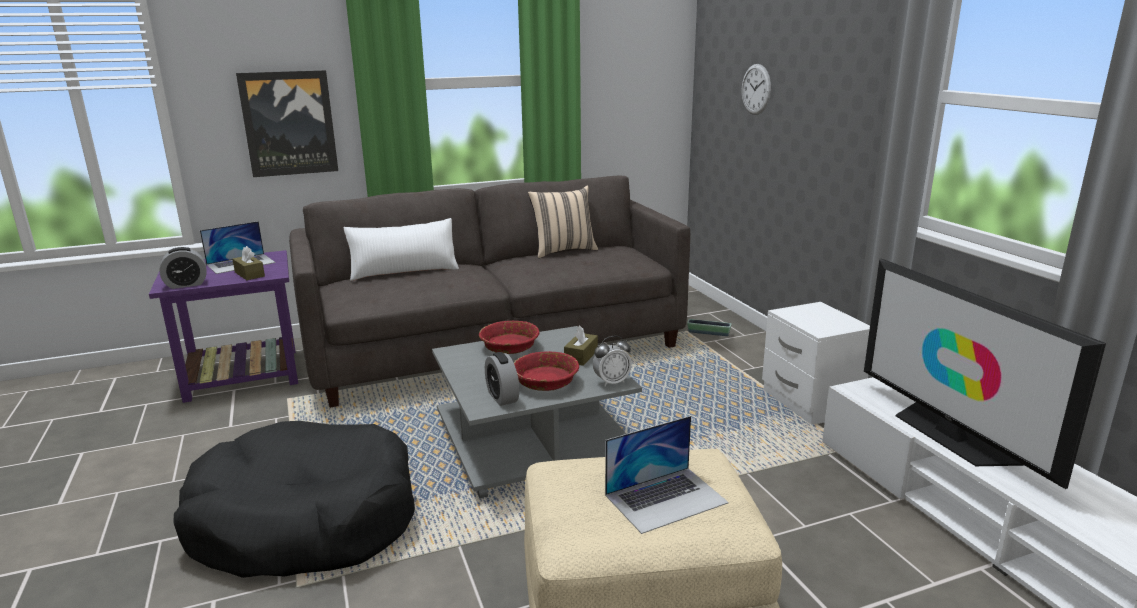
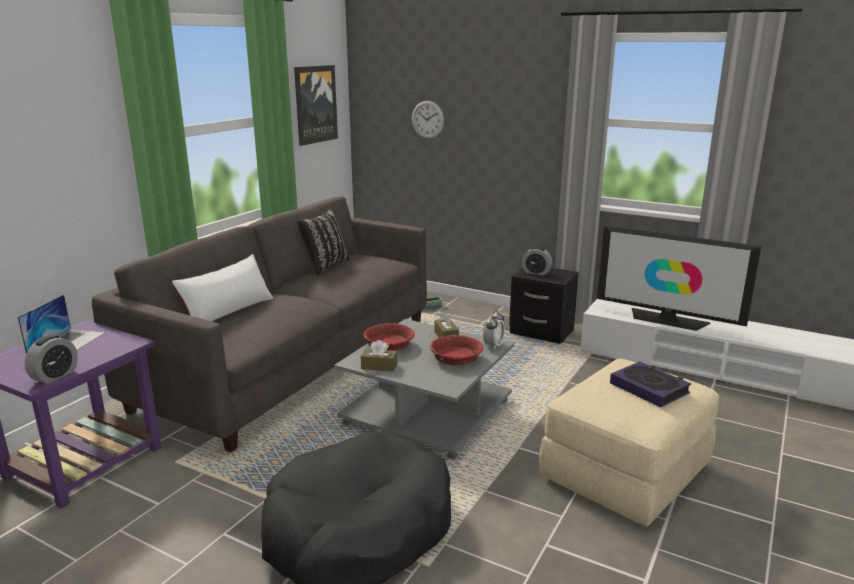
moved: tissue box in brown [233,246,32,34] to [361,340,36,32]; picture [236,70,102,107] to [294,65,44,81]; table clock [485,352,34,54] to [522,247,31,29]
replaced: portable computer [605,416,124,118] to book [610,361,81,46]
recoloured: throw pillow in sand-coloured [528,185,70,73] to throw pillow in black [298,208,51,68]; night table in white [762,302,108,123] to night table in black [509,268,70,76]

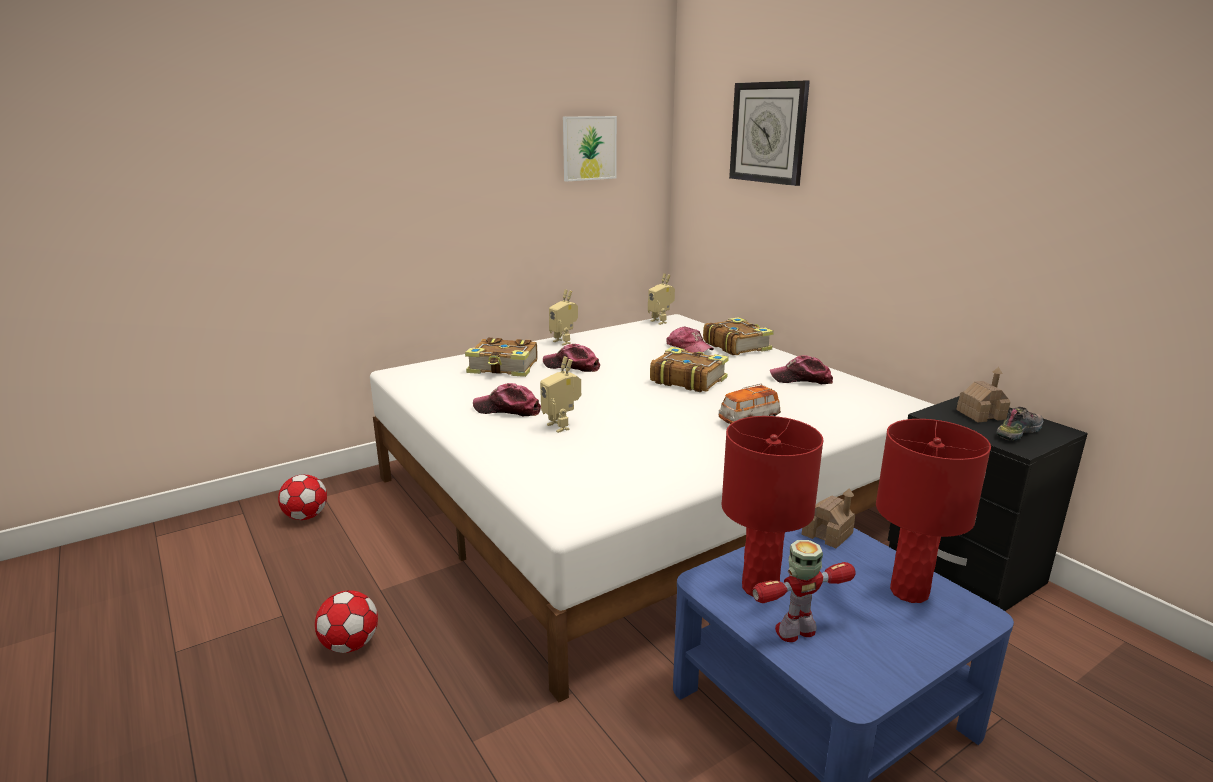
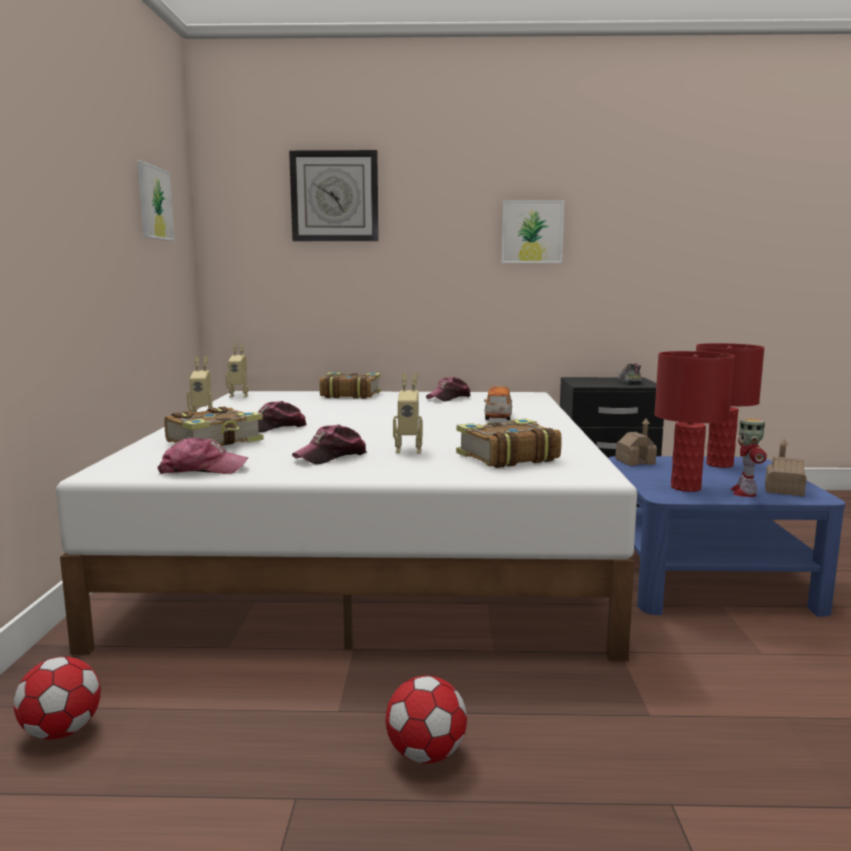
added: picture [502,200,62,63]
moved: book [650,347,79,45] to [456,419,106,49]; baseball cap [666,326,48,27] to [157,437,91,37]; miniature house [956,367,54,55] to [765,439,42,57]

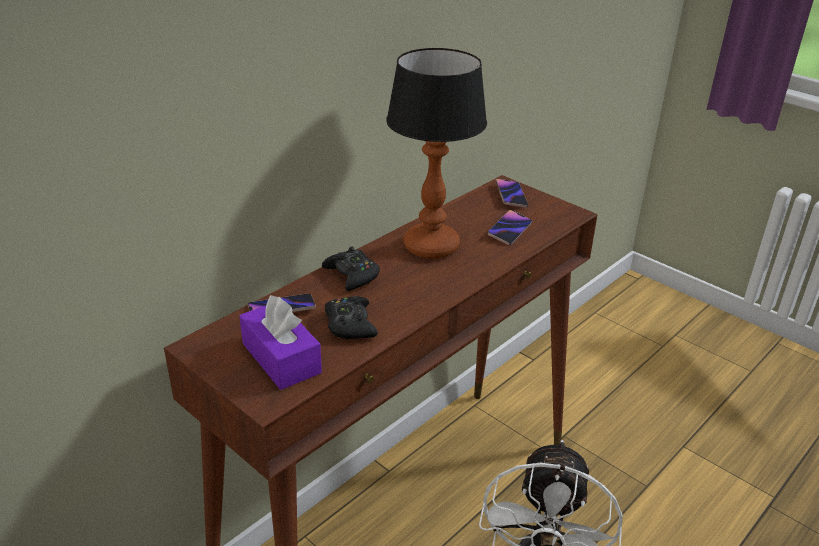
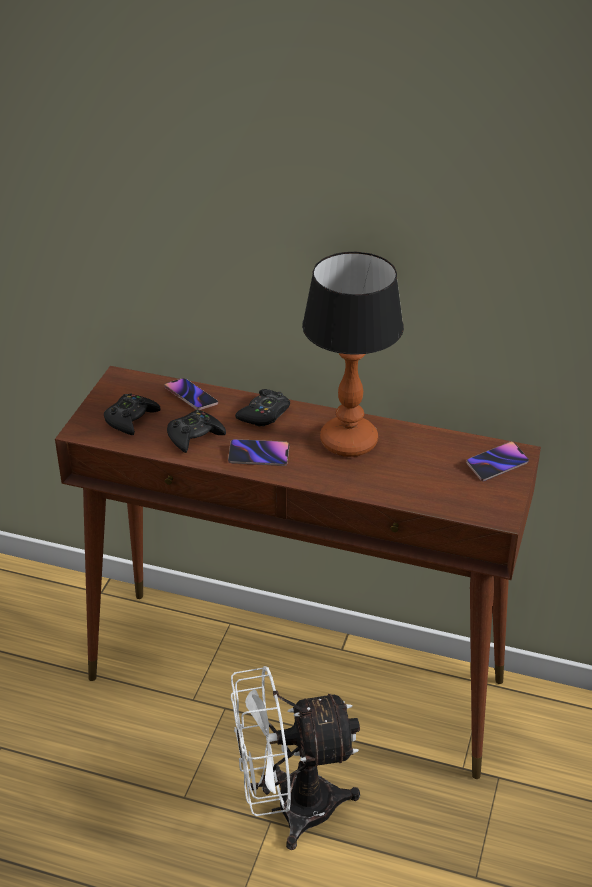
moved: phone [488,210,44,36] to [228,439,61,27]
replaced: tissue box in purple [239,295,83,95] to game controller in black [104,394,57,41]

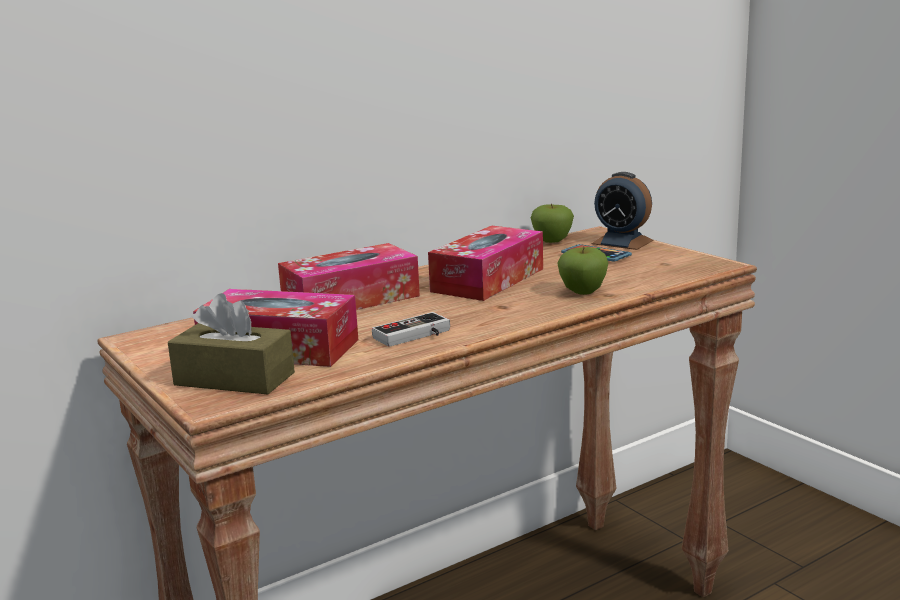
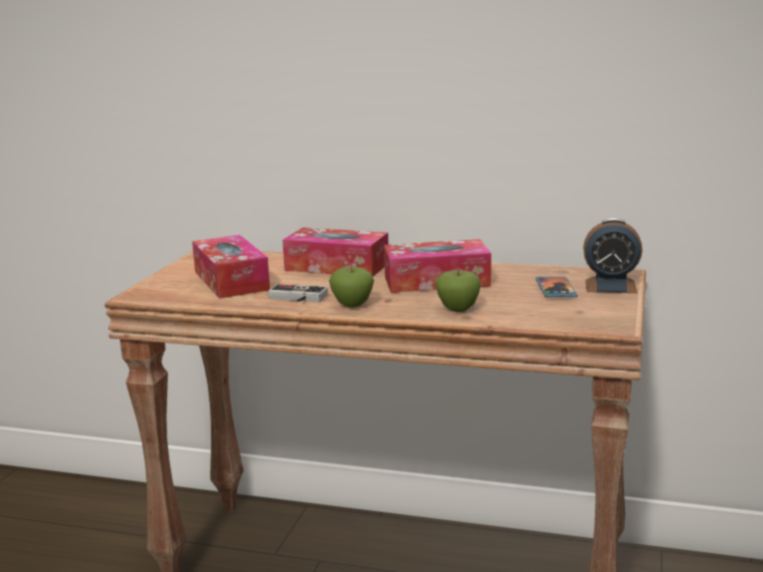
removed: tissue box in brown [168,293,127,102]
moved: apple fruit [531,203,43,40] to [329,267,45,40]
turned: table clock [592,172,61,78] = [583,218,59,75] 75 degrees counterclockwise

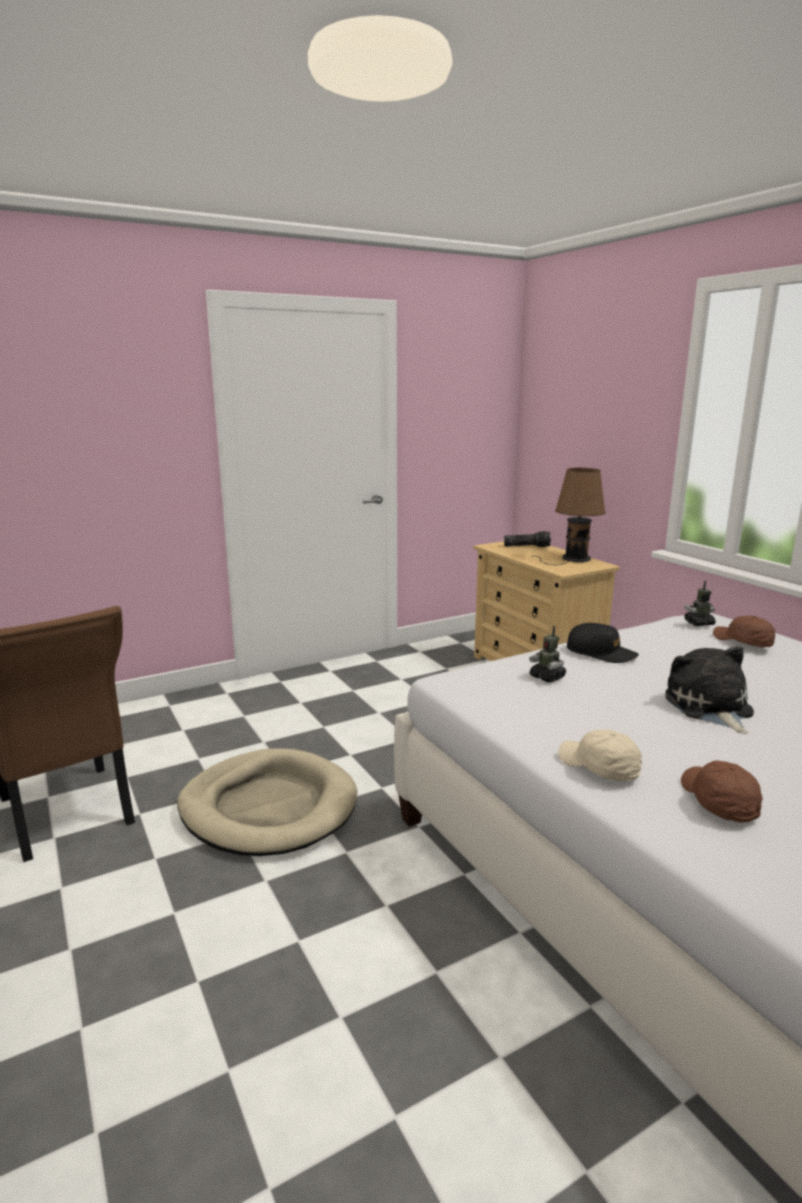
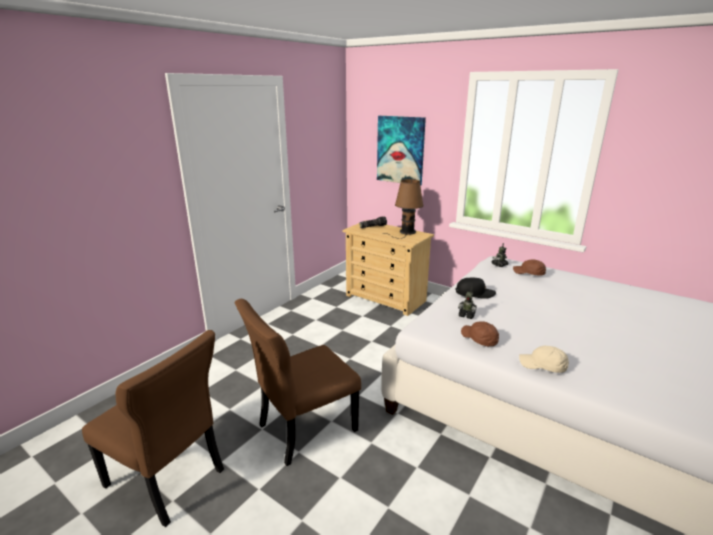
removed: cuddly toy [665,646,89,88]
added: picture [377,116,49,70]
moved: baseball cap in brown [681,761,81,62] to [461,321,38,25]
replaced: dog cushion in sand-coloured [177,748,180,108] to plain chair in brown [235,299,126,167]

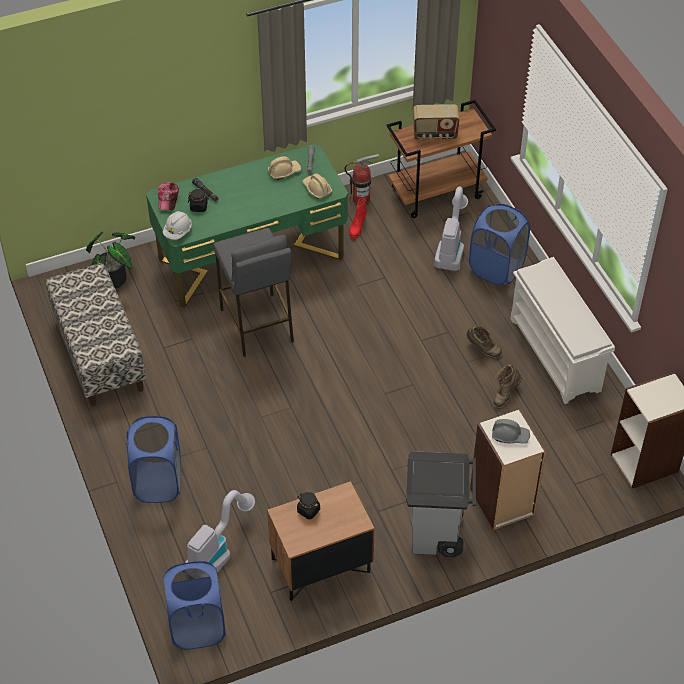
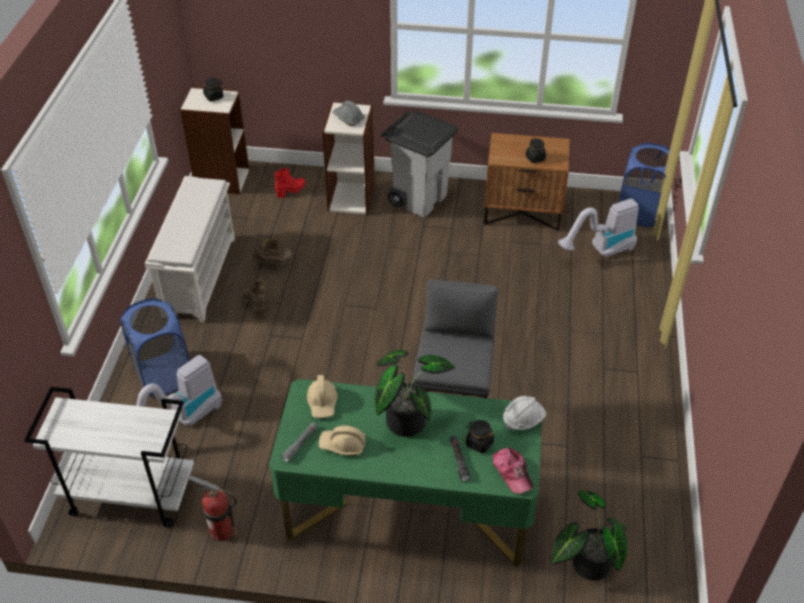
removed: indoor bench [46,263,100,144]; hamper in bluish [127,416,54,87]; radio [413,104,46,36]
added: preserve jar in black [203,78,21,24]; plant in a pot [375,350,80,87]
moved: tall boot in red-coloured [349,198,18,41] to [274,168,31,30]
recoloured: wheeled cart in brown [386,100,110,118] to wheeled cart in white [24,387,170,141]
turned: baseball cap [158,182,21,29] = [493,448,41,46] 120 degrees clockwise

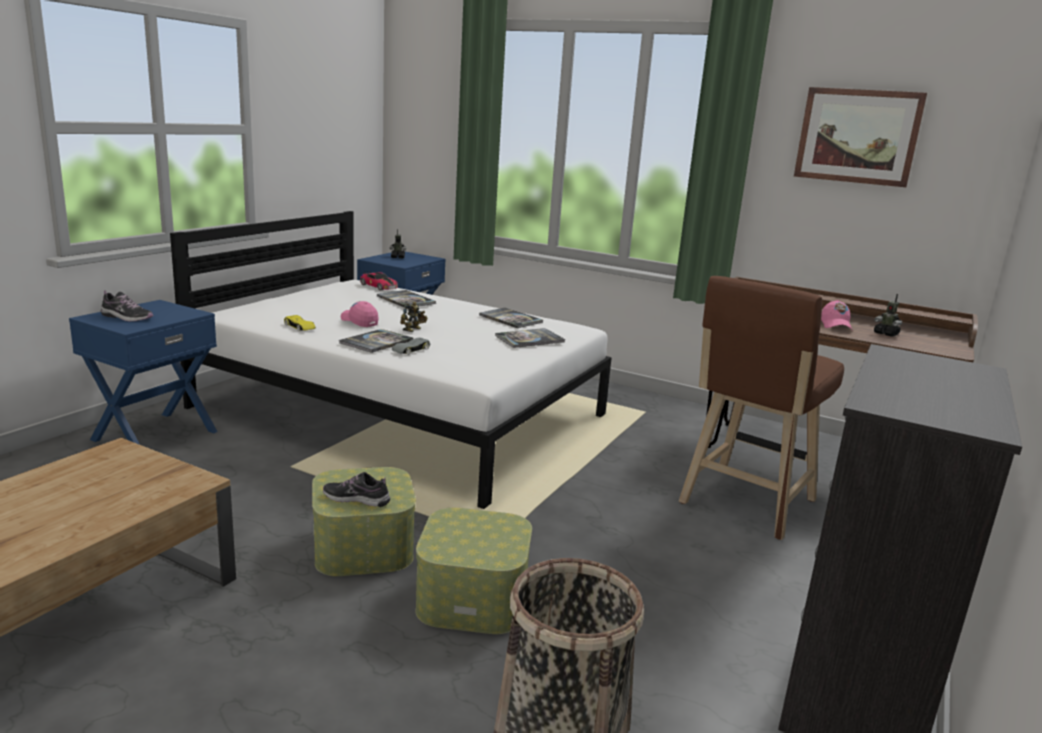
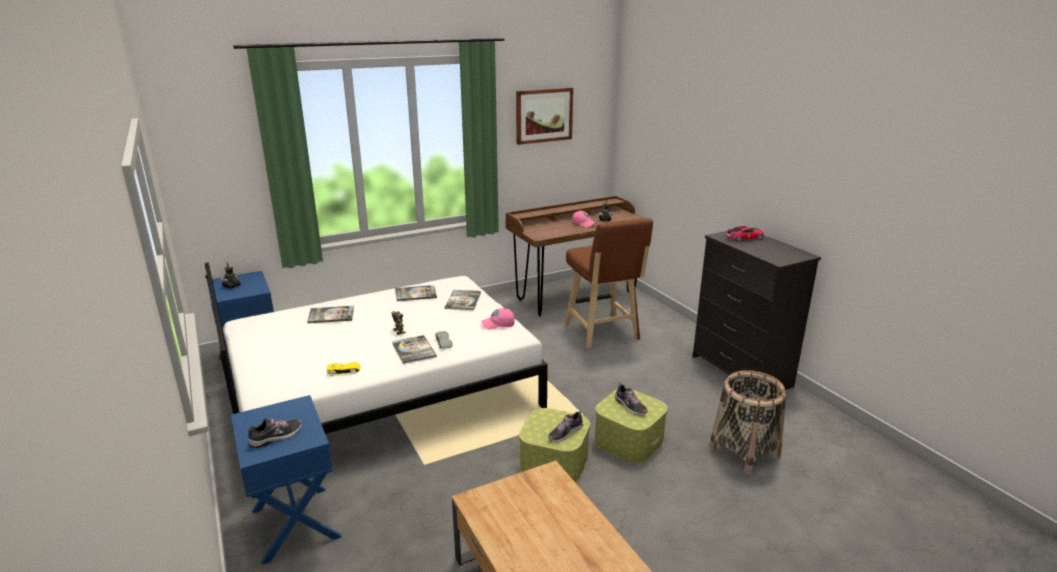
added: item of footwear [615,382,33,33]
moved: baseball cap in pink [341,301,38,26] to [481,308,34,22]; model car [360,271,38,20] to [725,226,39,16]

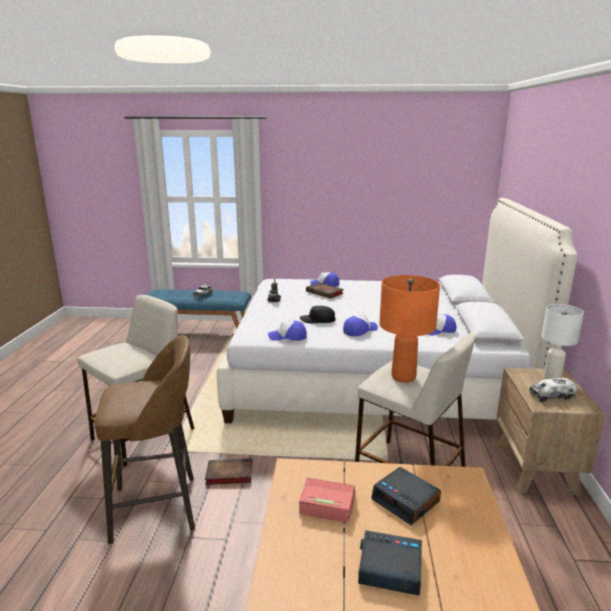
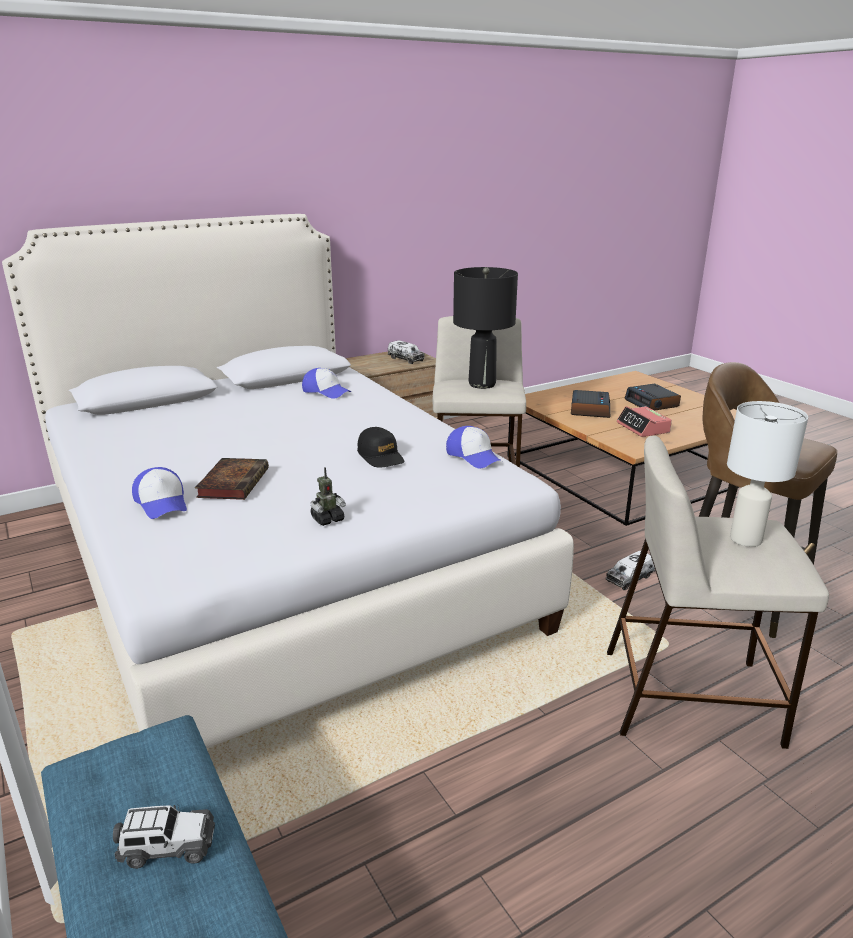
removed: baseball cap [343,315,35,21]
moved: table lamp in white [541,304,43,75] to [727,401,81,146]
replaced: book [205,458,47,27] to toy truck [606,551,49,39]
recoloured: table lamp in orange [379,275,61,108] to table lamp in black [453,267,65,122]

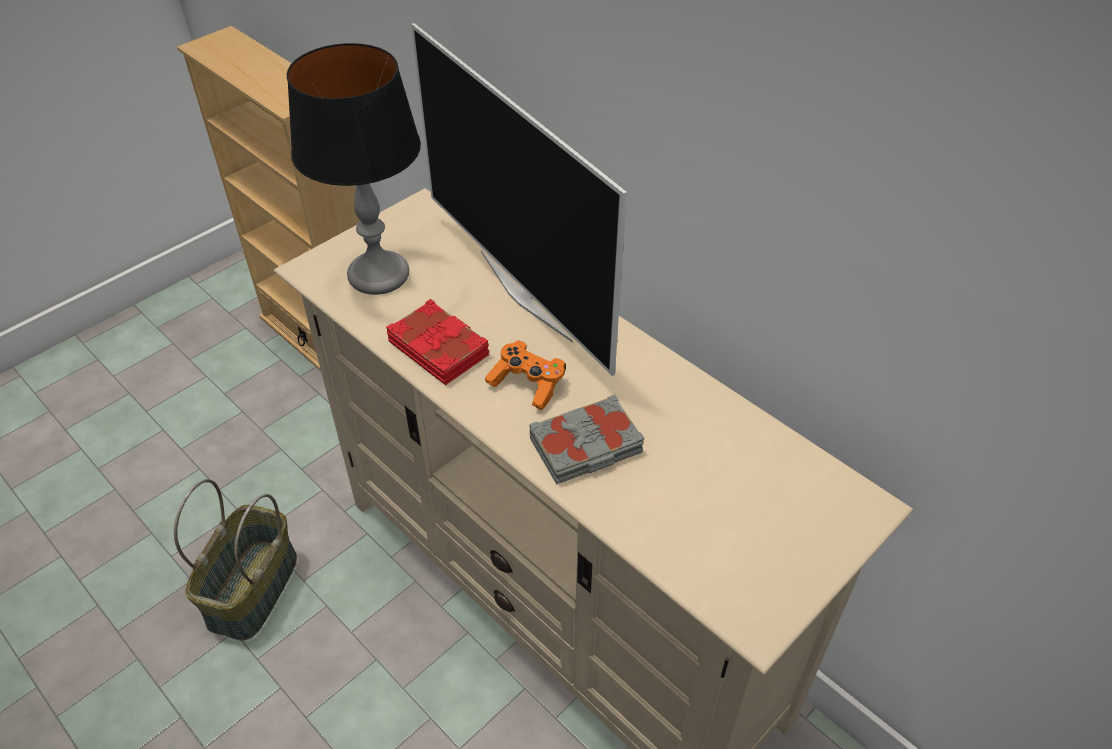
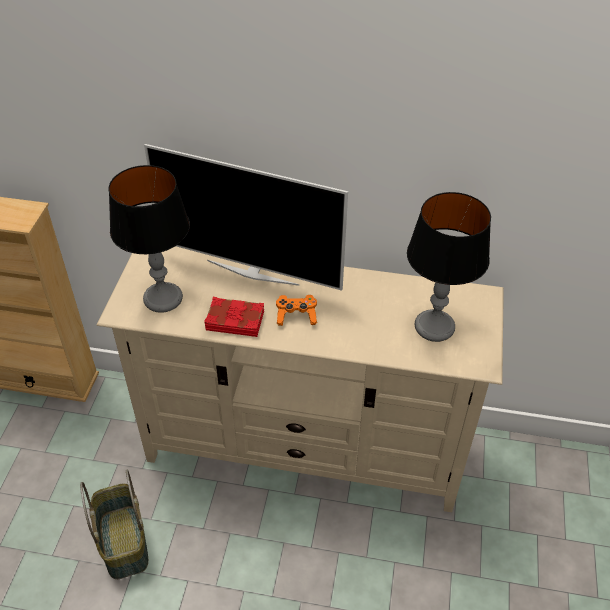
removed: book in greyish [529,395,116,90]
added: table lamp [407,192,84,150]

